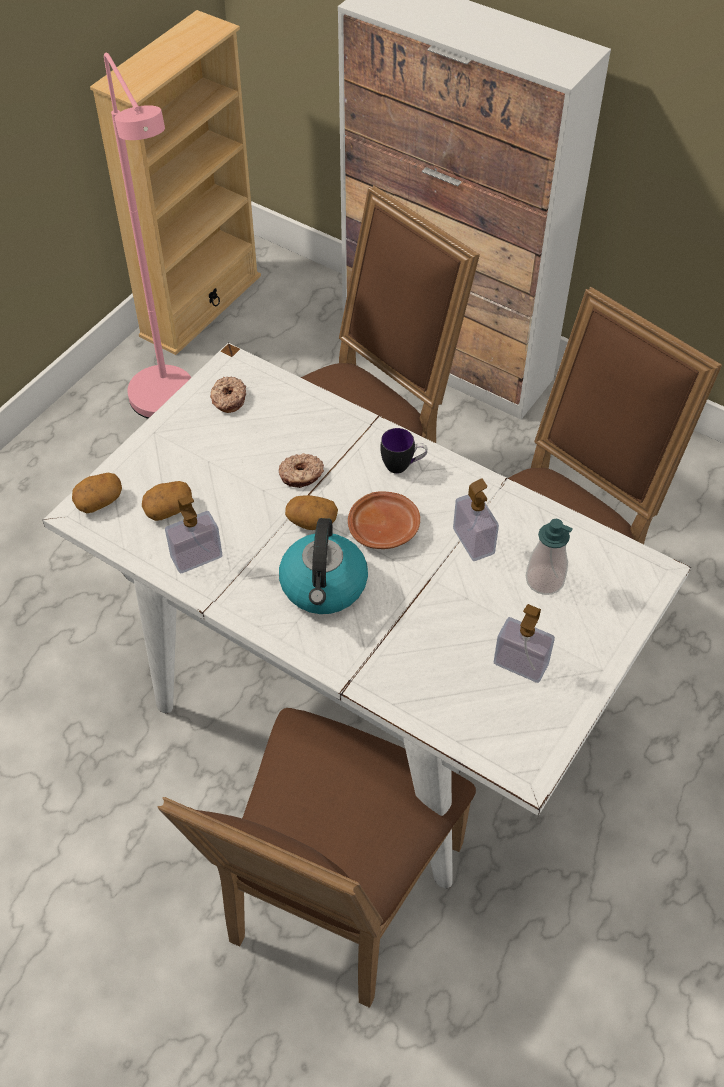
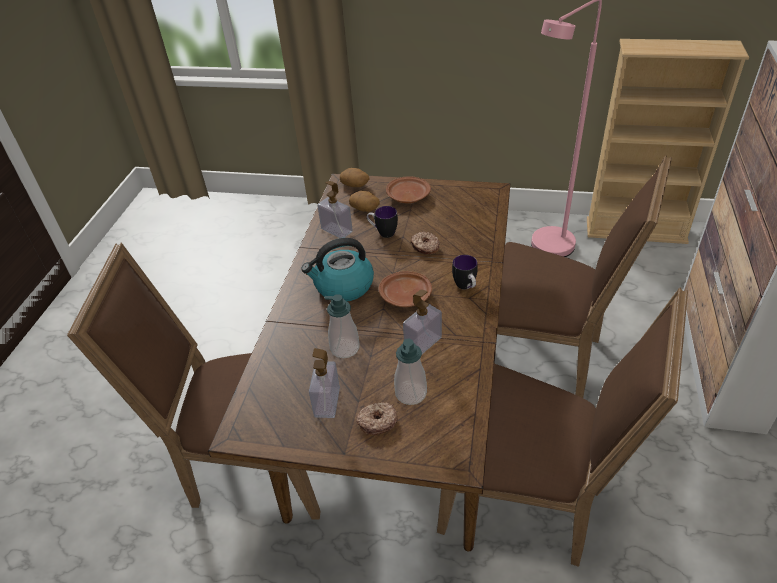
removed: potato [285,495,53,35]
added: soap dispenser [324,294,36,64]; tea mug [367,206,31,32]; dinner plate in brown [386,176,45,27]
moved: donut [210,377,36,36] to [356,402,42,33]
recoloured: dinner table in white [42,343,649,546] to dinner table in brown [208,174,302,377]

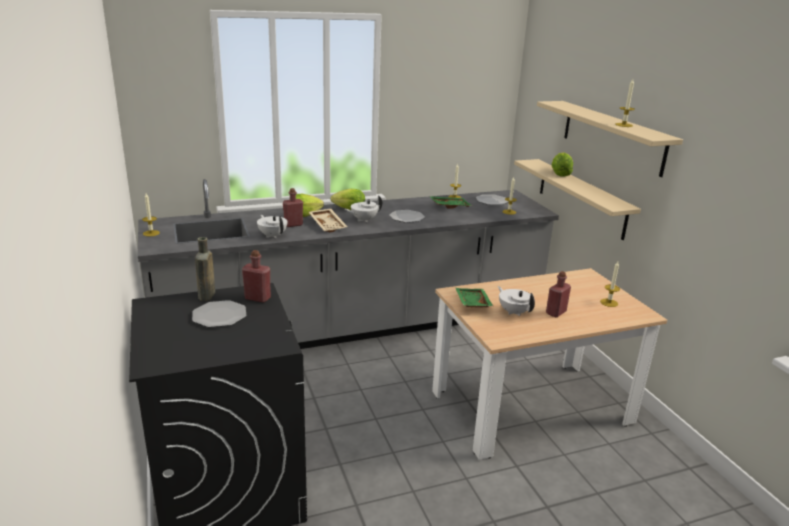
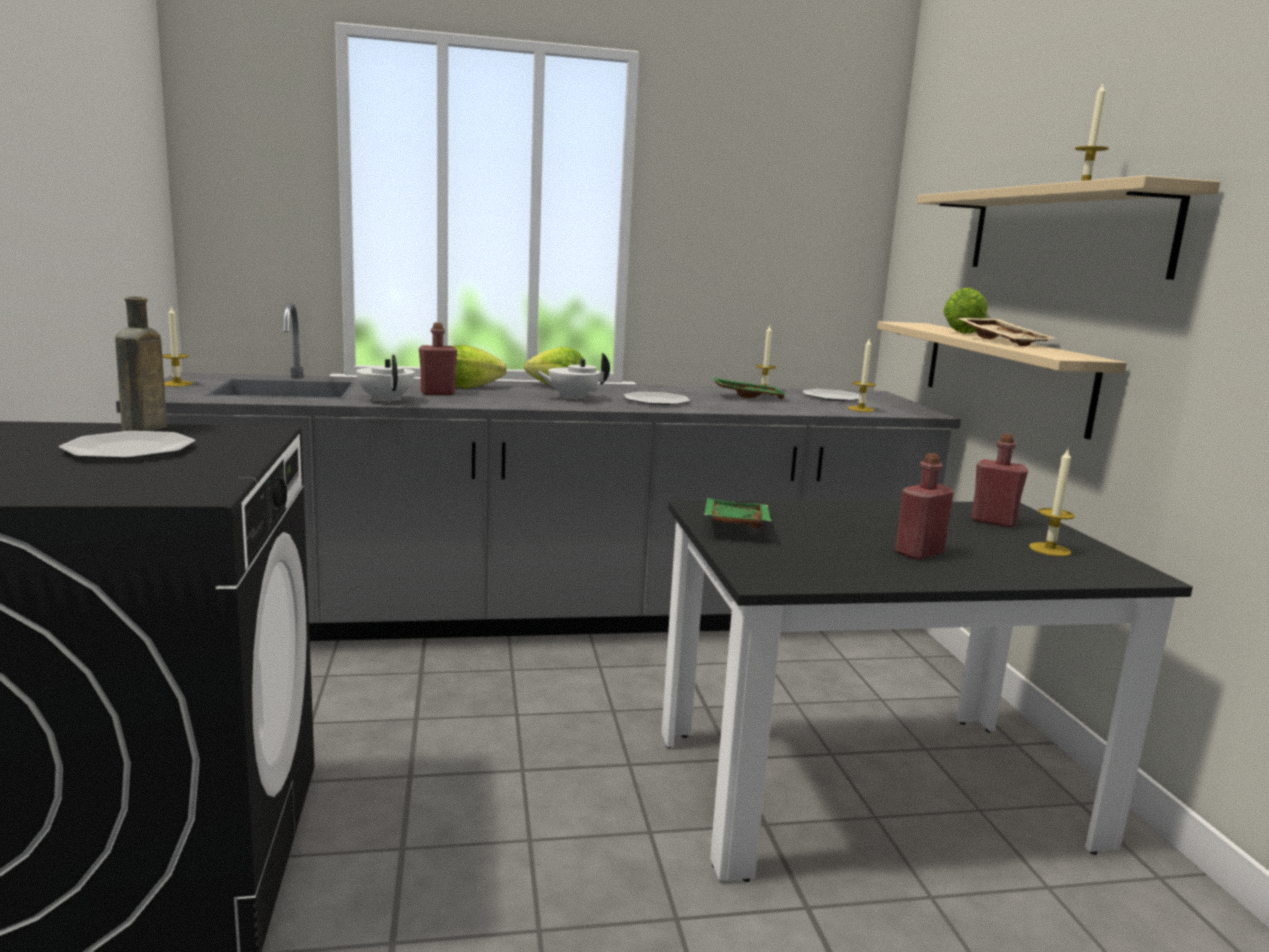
removed: tea pot in white [498,286,37,30]
moved: beverage bottle in red-coloured [242,250,29,53] to [971,434,57,93]; serving tray in sand-coloured [309,208,39,25] to [958,318,97,28]
recoloured: dinner table in sand-coloured [432,268,236,192] to dinner table in black [662,501,531,381]

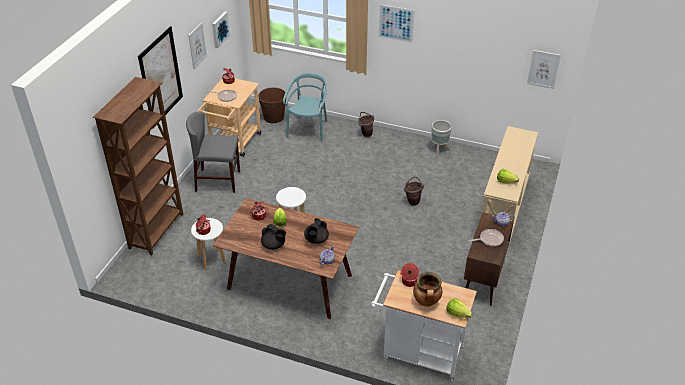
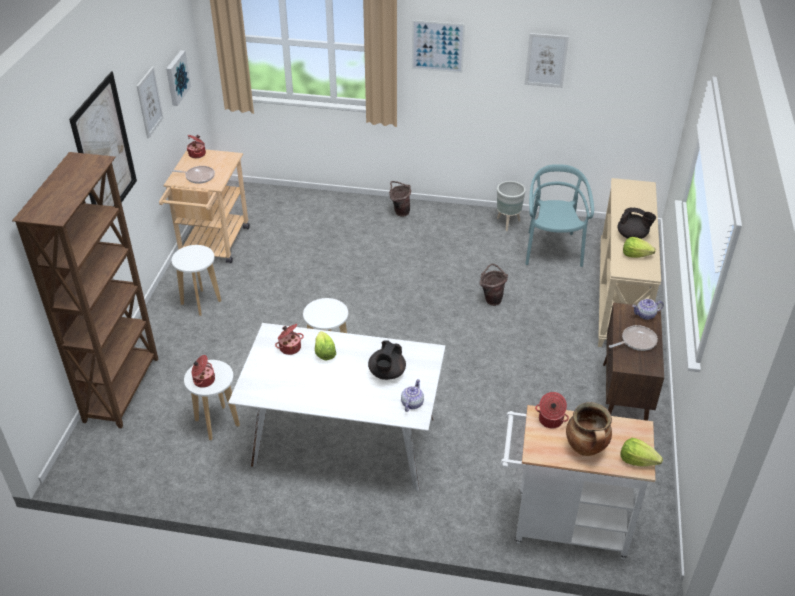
removed: water bucket in brown [258,87,28,36]
moved: tea pot in black [261,224,25,26] to [618,207,38,32]; plain chair in turquoise [283,73,44,69] to [525,164,69,103]; picture [527,50,34,39] to [525,33,44,55]
replaced: plain chair in greyish [186,111,54,82] to stool seat in white [172,245,49,71]
recoloured: dinner table in brown [212,198,147,121] to dinner table in white [228,323,217,168]

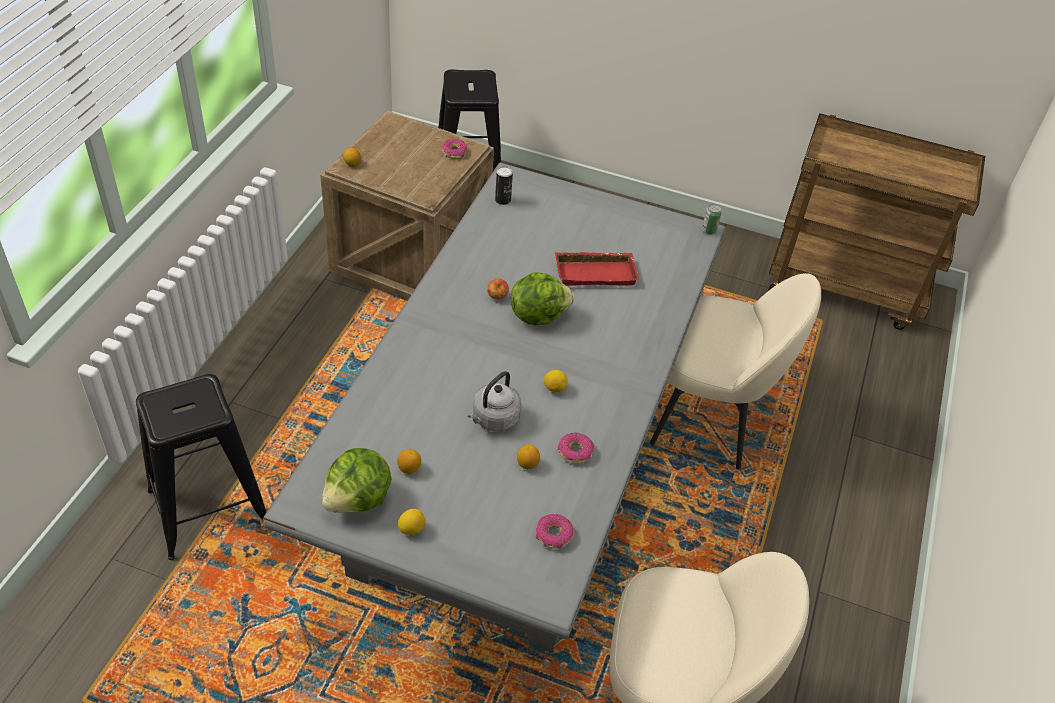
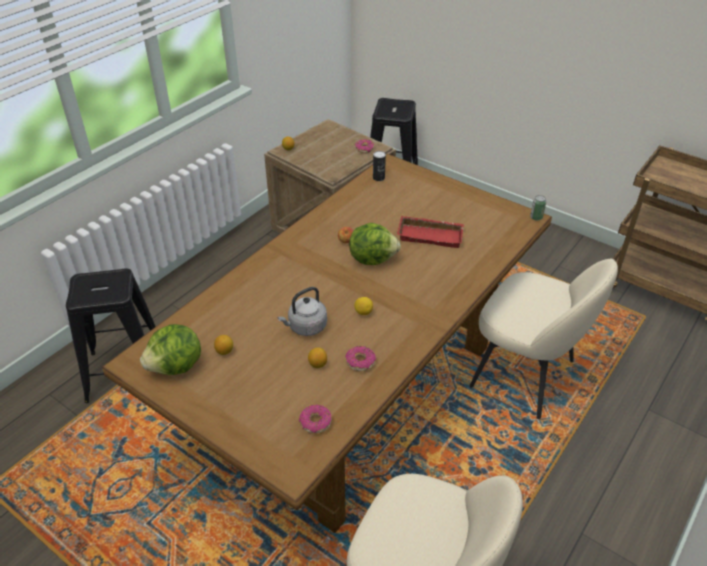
removed: citrus fruit [398,509,28,26]
recoloured: dinner table in greyish [263,163,463,490] to dinner table in brown [102,154,450,379]

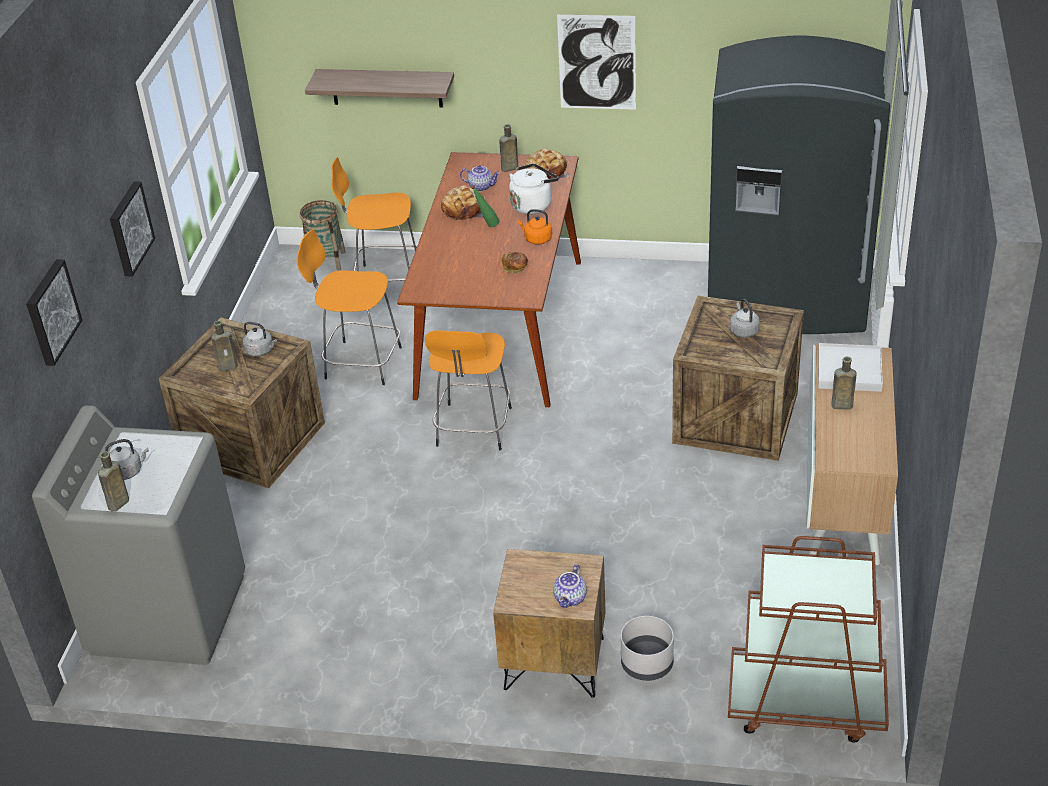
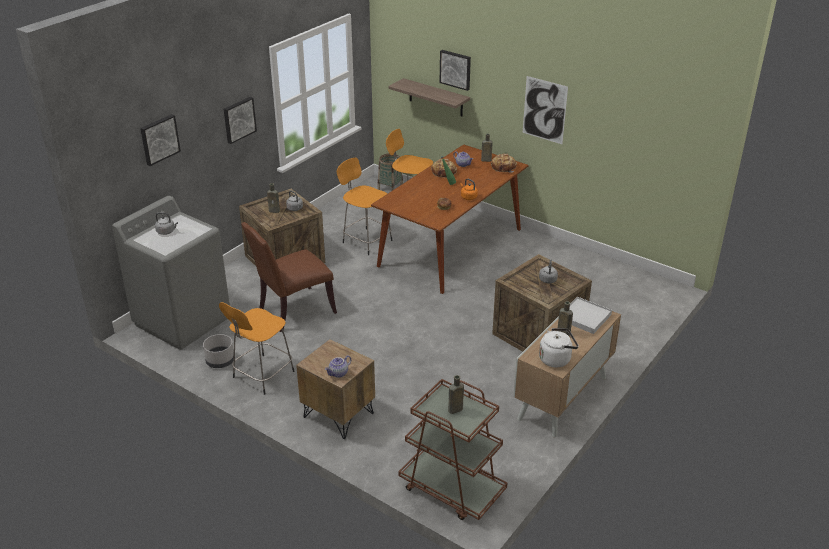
removed: refrigerator in greyish [708,35,183,299]
added: plain chair in brown [241,222,96,110]; picture [440,50,31,41]
moved: beverage bottle in brown [98,451,31,60] to [448,375,16,39]; stool seat in orange [425,330,87,120] to [219,302,76,93]; tea kettle in white [509,163,50,52] to [539,328,40,39]; plant pot in greyish [621,616,53,65] to [203,334,31,34]

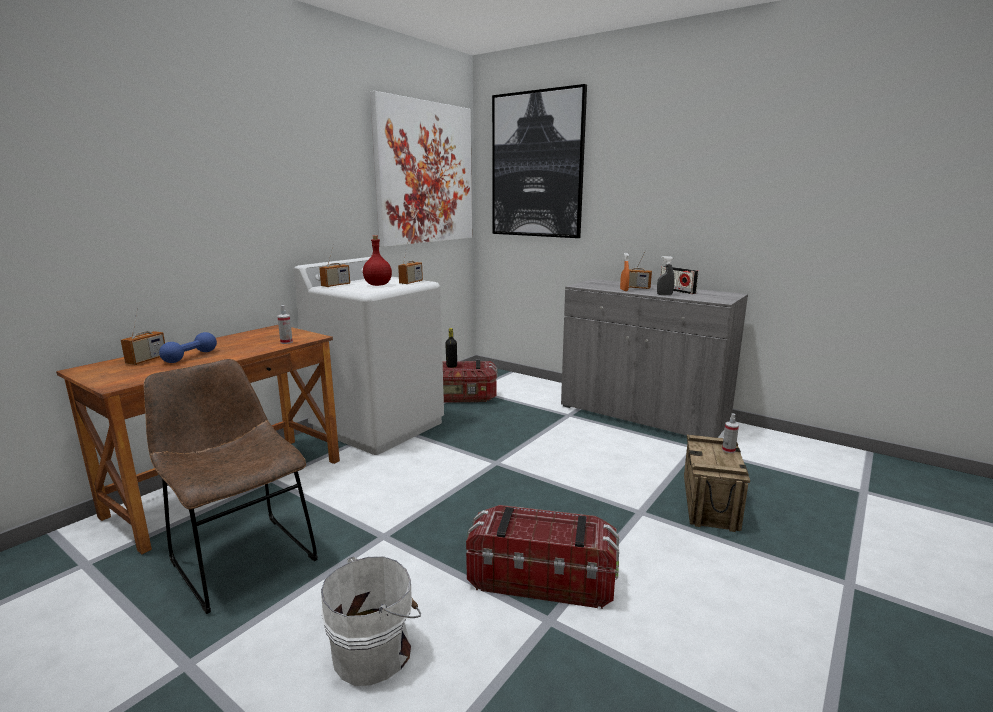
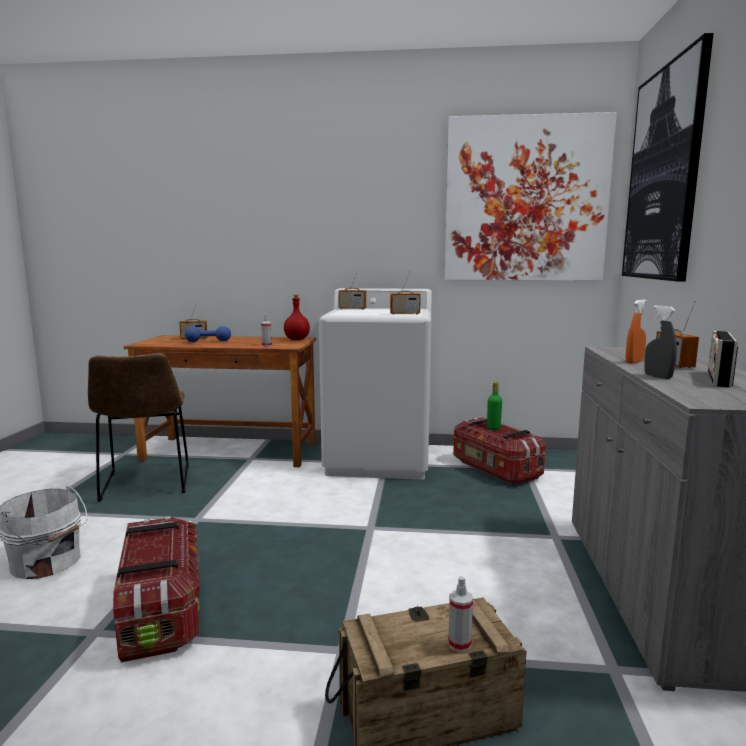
moved: beverage bottle in red-coloured [363,235,29,51] to [284,294,26,46]
recoloured: beverage bottle in black [445,328,12,40] to beverage bottle in green [487,382,15,48]
turned: plain chair in brown [144,359,174,255] = [88,353,101,149] 150 degrees clockwise

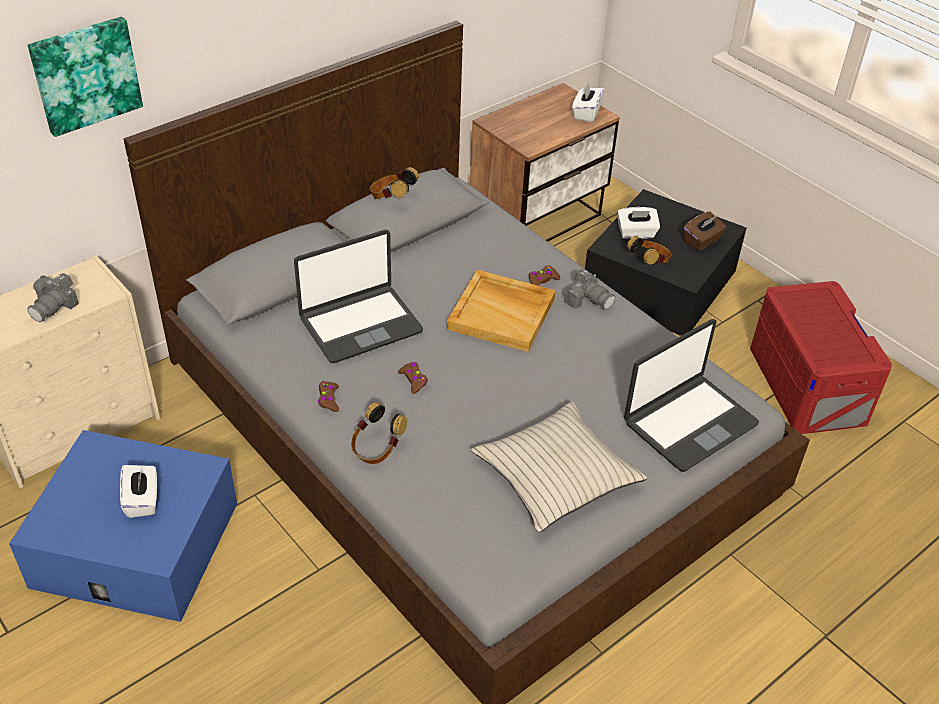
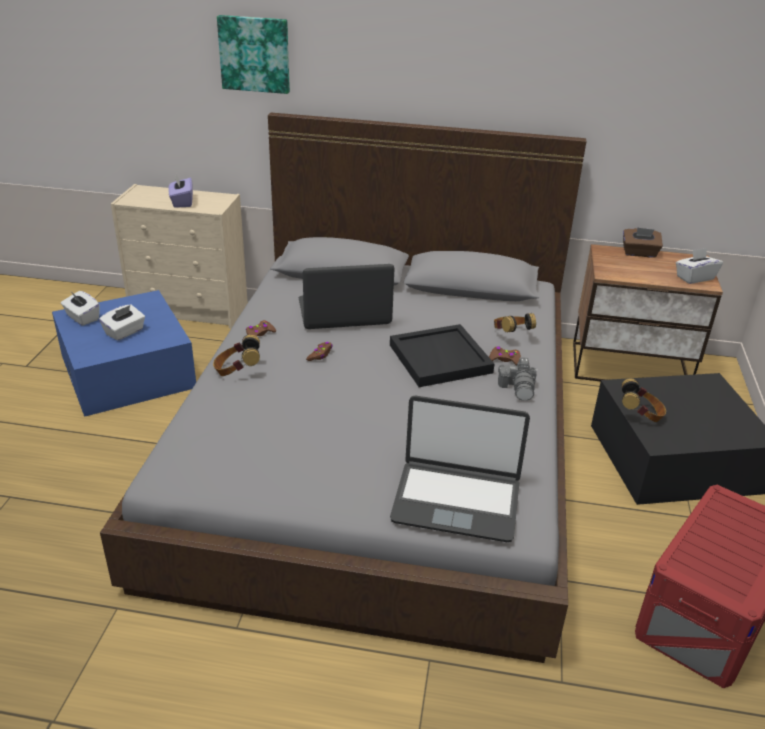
removed: throw pillow in sand-coloured [471,402,176,130]
moved: headset [370,167,49,32] to [494,313,42,20]; tissue box in white [617,207,43,32] to [61,291,39,35]; tissue box in brown [683,212,44,39] to [623,228,40,30]
replaced: photo camera [27,273,52,49] to tissue box in purple [169,174,24,34]
recoloured: serving tray in sand-coloured [447,270,109,82] to serving tray in black [390,324,104,63]
turned: portable computer [294,230,129,133] = [299,264,95,65] 150 degrees clockwise

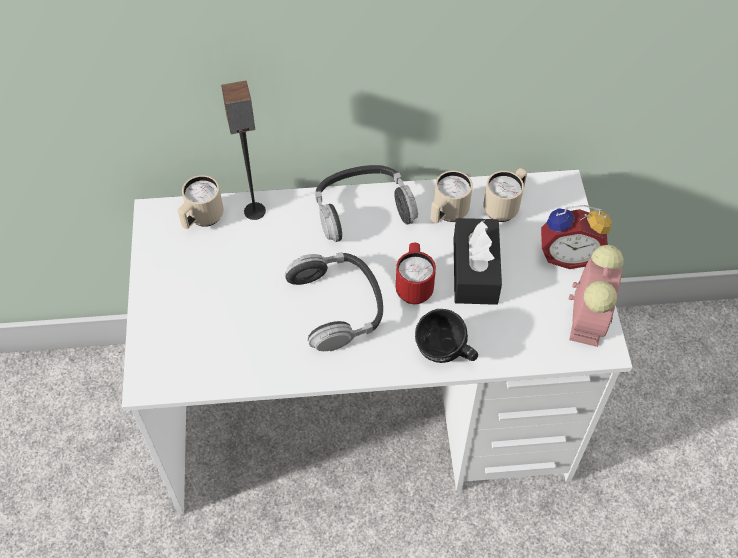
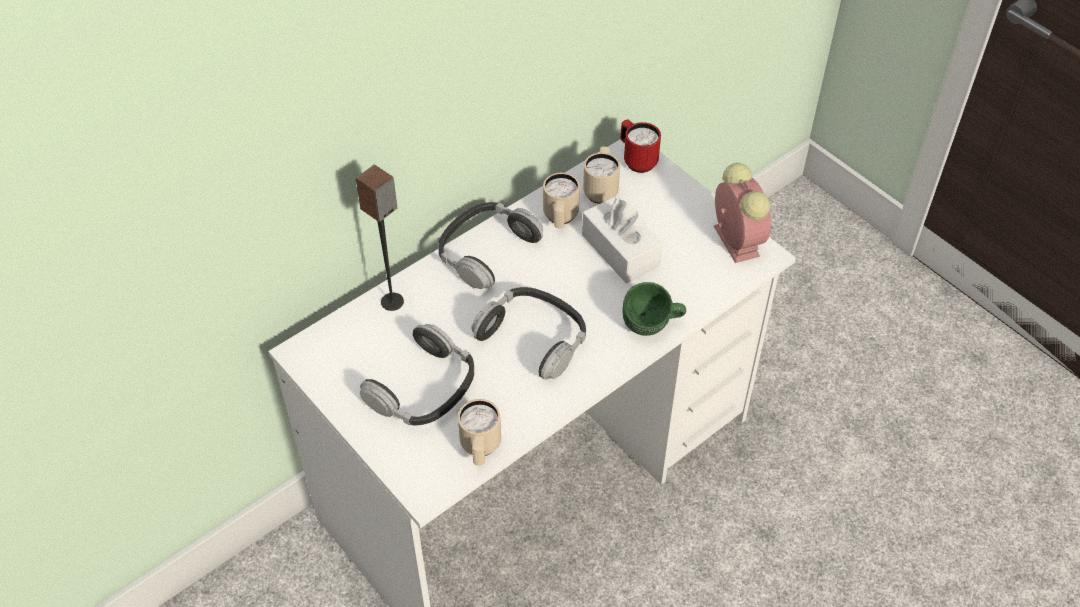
removed: table clock [541,205,71,64]
added: headset [360,324,114,101]
moved: tea mug in sand-coloured [177,175,46,54] to [458,399,43,67]; tea mug in red-coloured [396,243,40,61] to [620,119,41,54]
recoloured: tea mug in black [415,309,63,54] to tea mug in green [622,282,64,54]; tissue box in black [454,218,48,87] to tissue box in white [582,196,80,88]

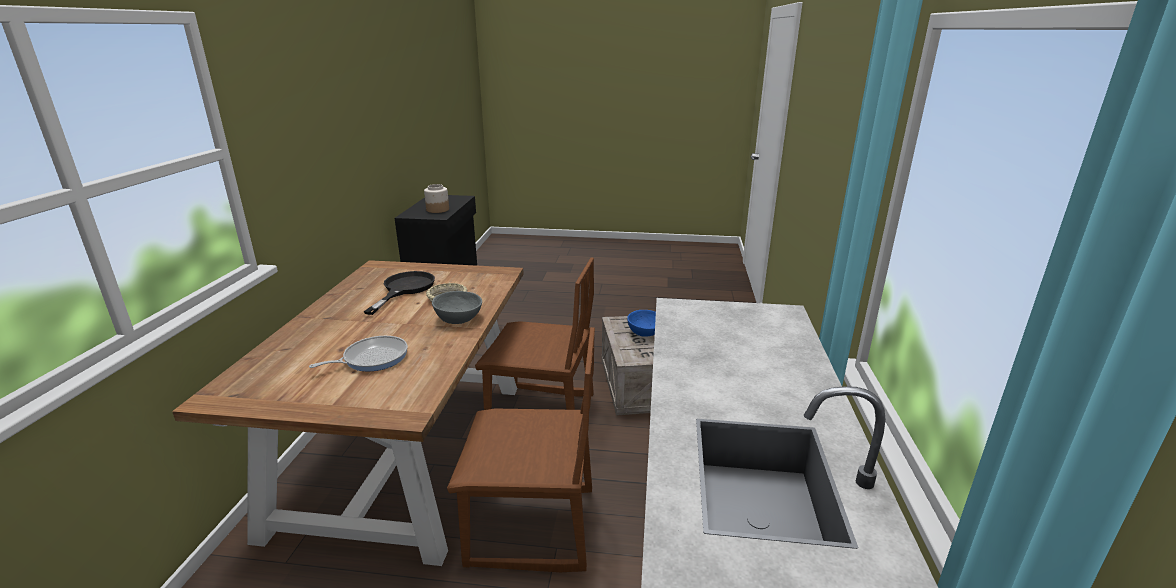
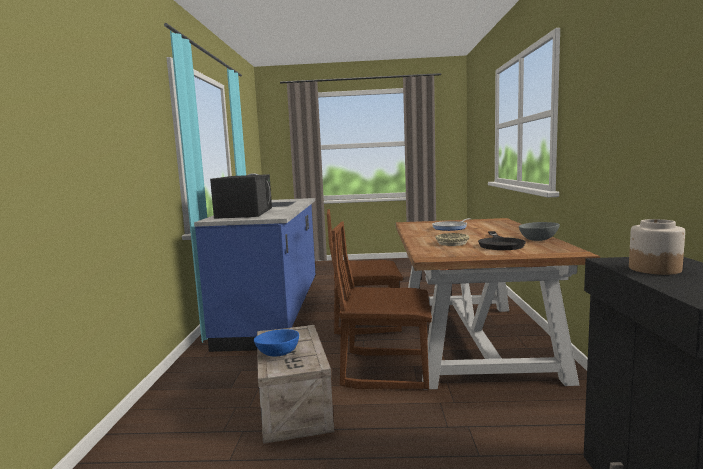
added: microwave oven in black [210,174,62,45]
moved: bowl in greyish [432,291,50,33] to [519,222,41,19]

